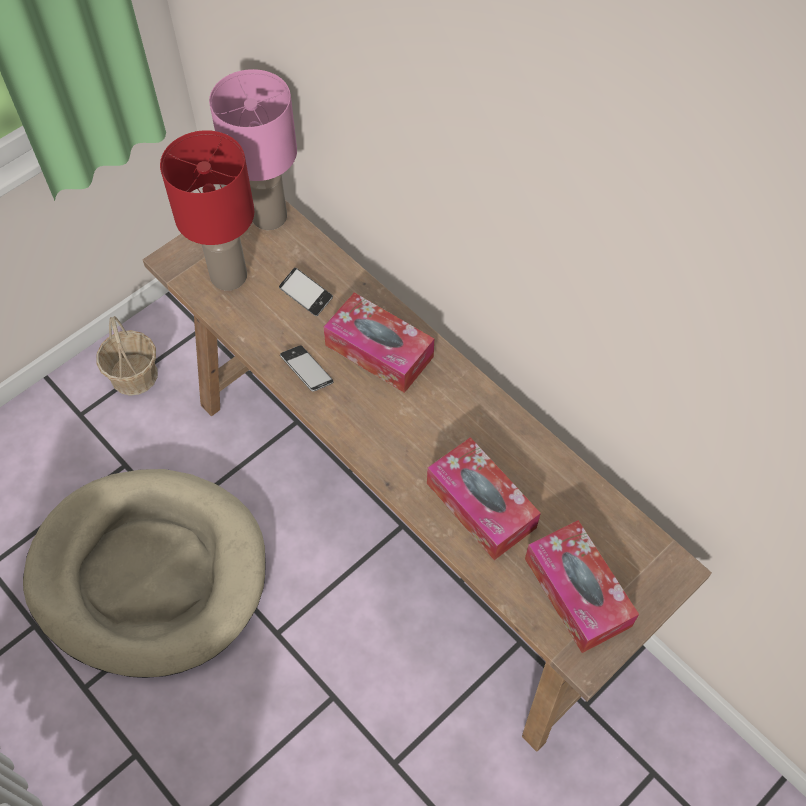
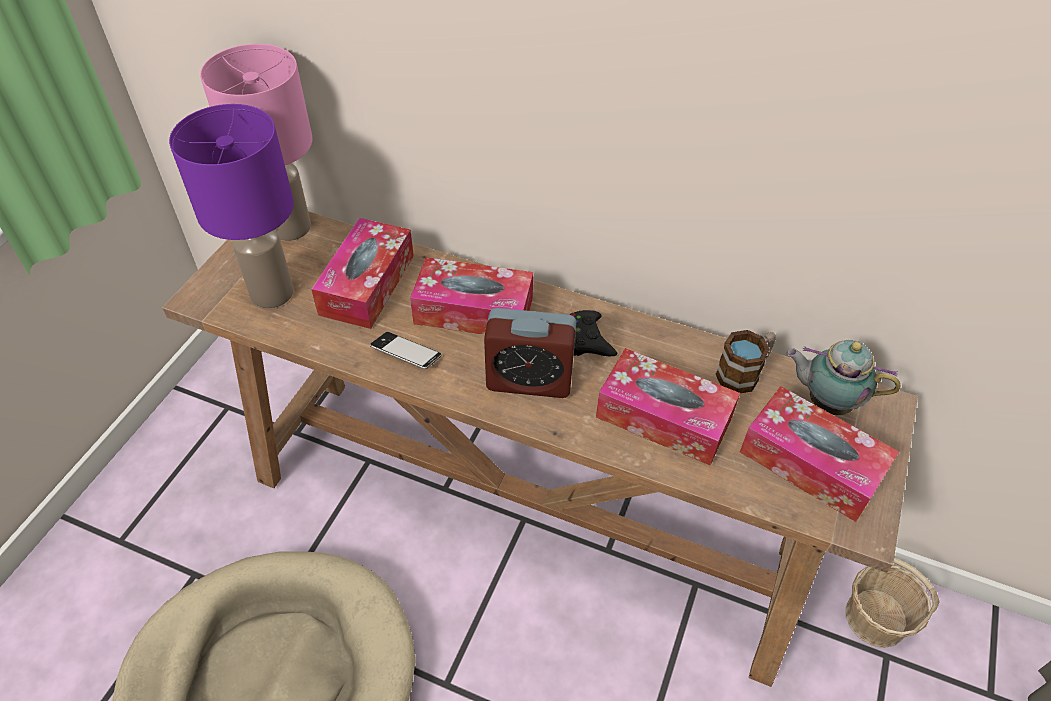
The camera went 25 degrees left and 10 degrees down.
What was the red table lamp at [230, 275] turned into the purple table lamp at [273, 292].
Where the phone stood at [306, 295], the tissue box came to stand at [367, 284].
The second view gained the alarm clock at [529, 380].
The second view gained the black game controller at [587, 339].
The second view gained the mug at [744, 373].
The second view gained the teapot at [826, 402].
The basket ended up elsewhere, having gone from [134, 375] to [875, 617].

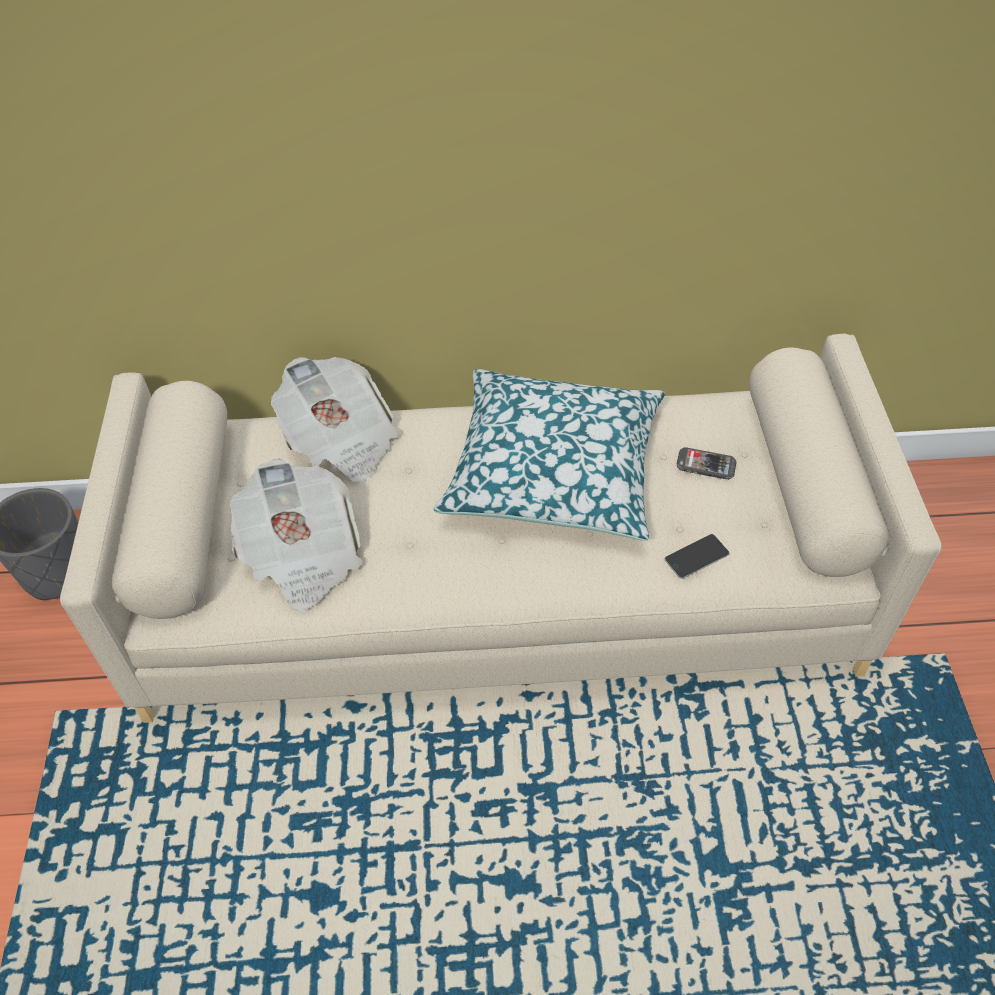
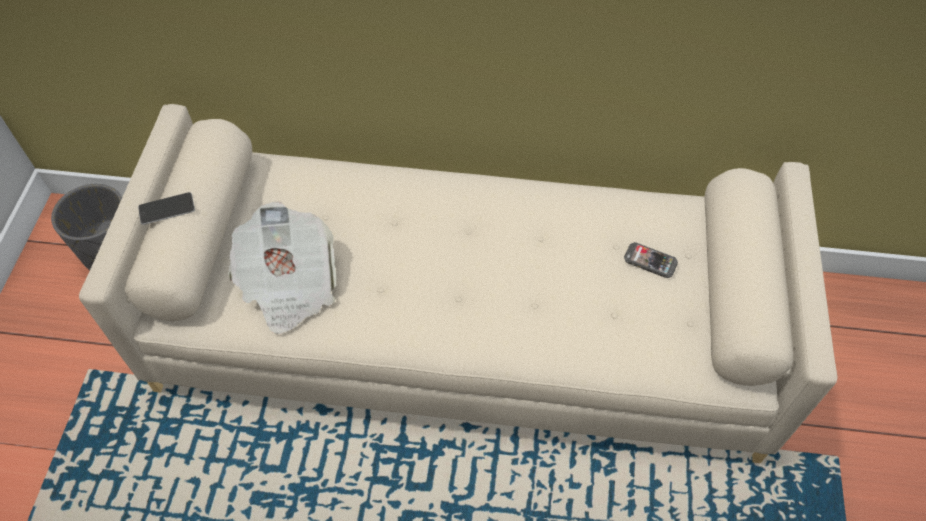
The camera went 10 degrees right and 5 degrees up.
The phone ended up elsewhere, having gone from [696, 556] to [166, 208].
The second view lost the newspaper at [340, 440].
The second view lost the pillow at [553, 469].

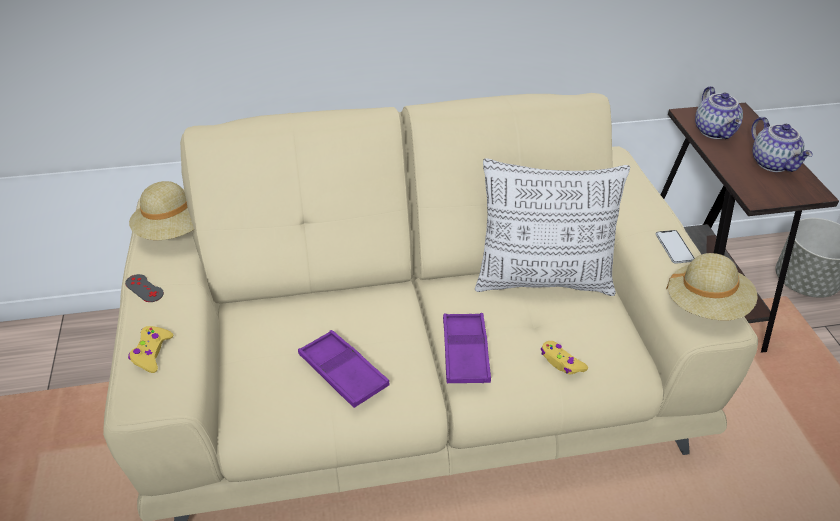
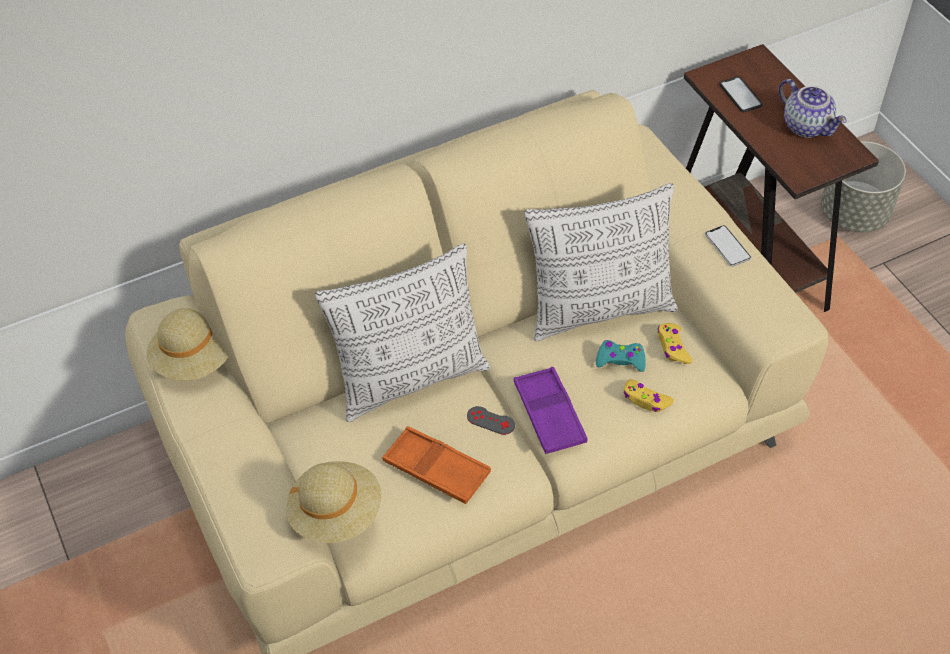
The camera went 15 degrees left and 10 degrees up.
The beige hat ended up elsewhere, having gone from [706, 306] to [336, 513].
The second view gained the pillow at [410, 379].
What was the purple tray at [343, 373] turned into the orange tray at [436, 469].
The grey game controller ended up elsewhere, having gone from [144, 288] to [490, 420].
The second view gained the turquoise game controller at [620, 360].
The yellow game controller ended up elsewhere, having gone from [151, 353] to [673, 347].
Where the teapot stood at [715, 131], the phone came to stand at [740, 95].

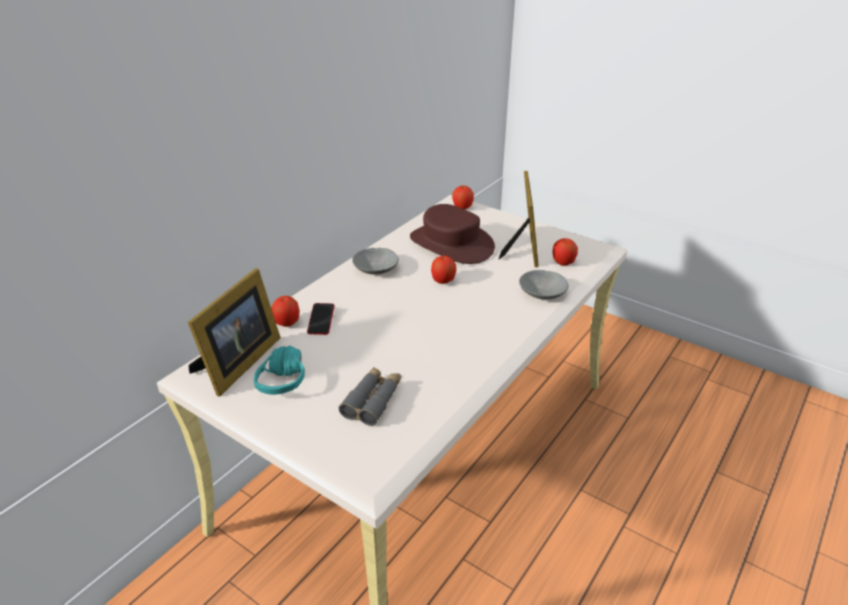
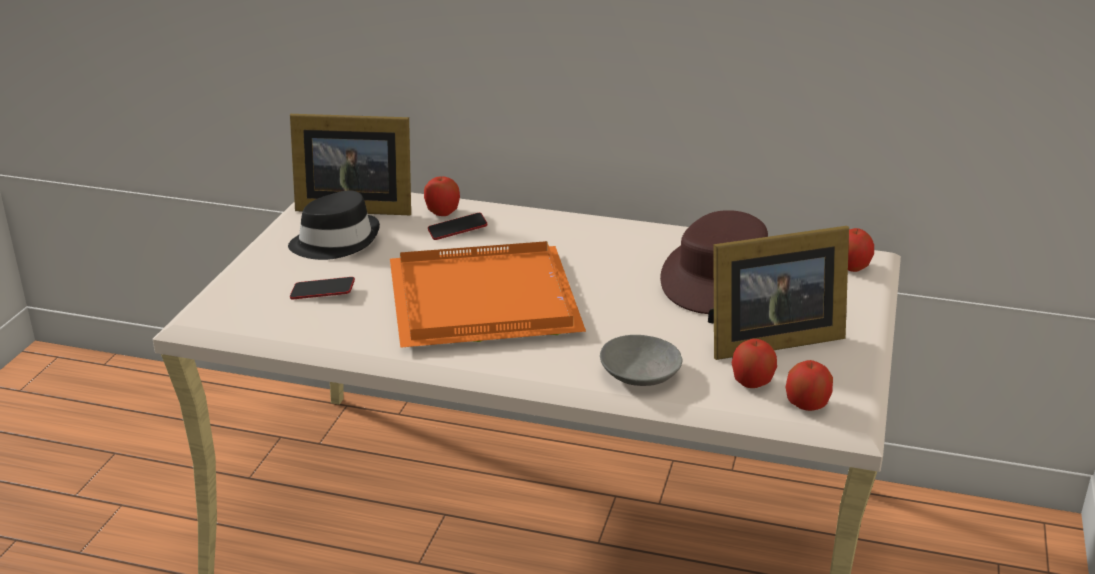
The camera went 70 degrees right and 5 degrees down.
Where the turquoise headphones stood at [292, 381], the black hat came to stand at [335, 241].
Where the grey binoculars stood at [373, 400], the phone came to stand at [322, 292].
The second view gained the orange tray at [487, 302].
The apple ended up elsewhere, having gone from [443, 281] to [806, 405].
The second view lost the grey bowl at [376, 268].

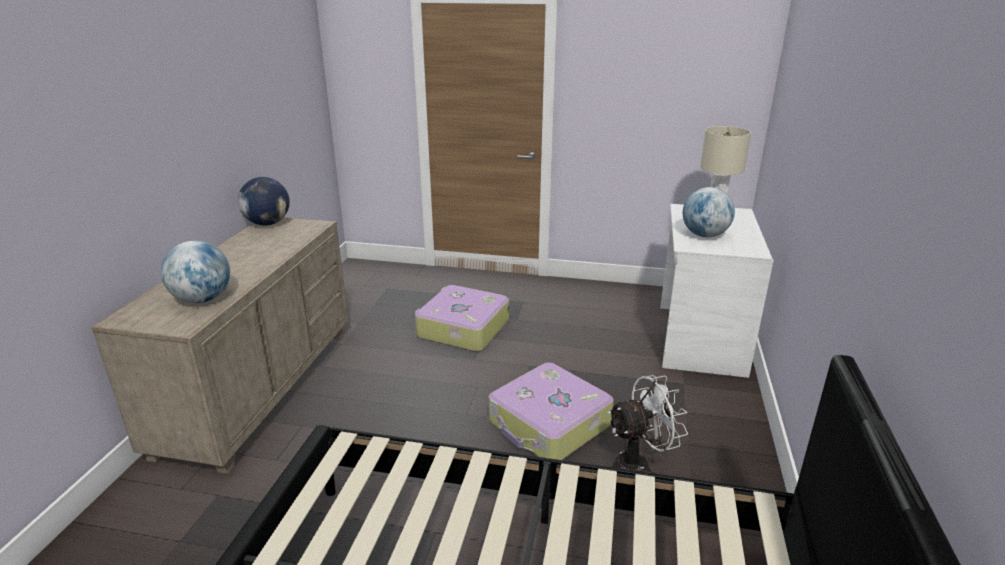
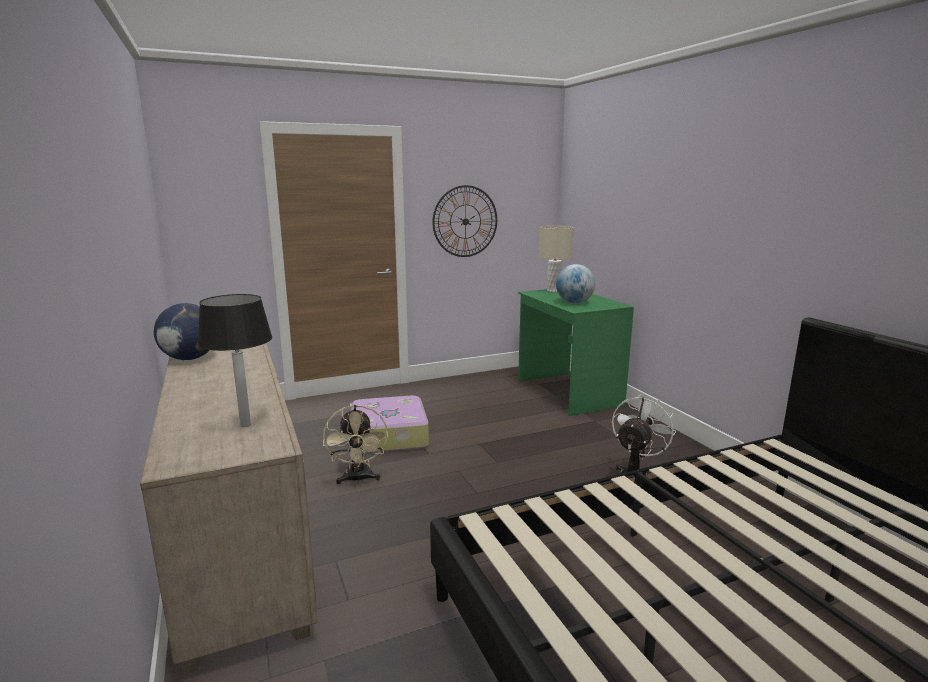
The camera went 35 degrees left and 10 degrees down.
Where the globe stood at [203, 299], the table lamp came to stand at [245, 424].
The second view gained the beige fan at [358, 479].
The second view gained the wall clock at [465, 221].
What was the white desk at [698, 339] turned into the green desk at [567, 393].
The second view lost the suitcase at [549, 424].

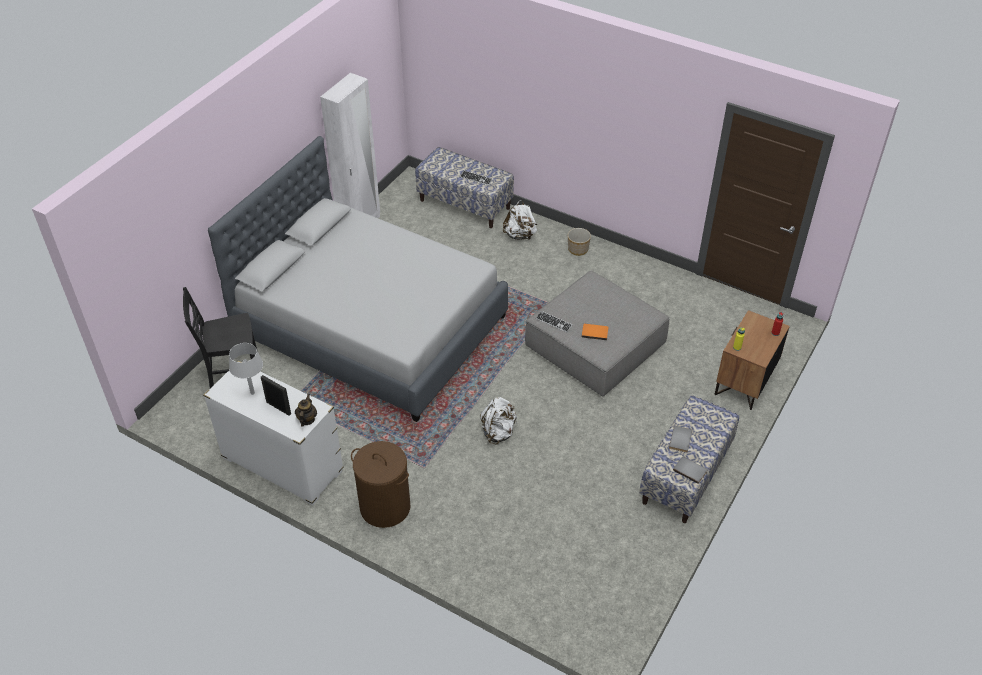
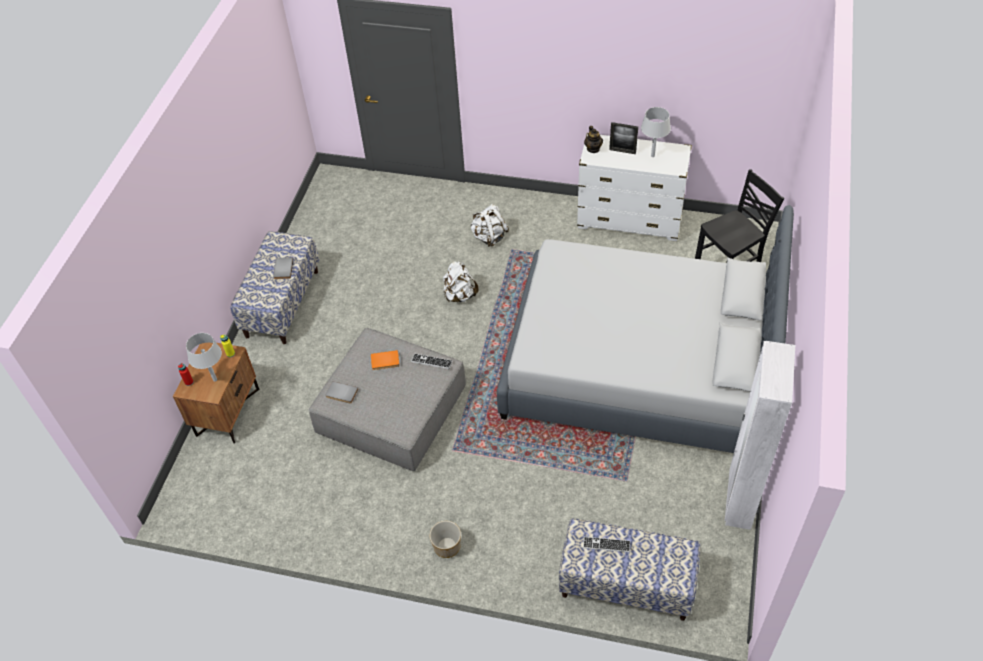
The camera went 165 degrees right and 5 degrees up.
The second view gained the grey table lamp at [215, 379].
The grey book ended up elsewhere, having gone from [690, 470] to [341, 394].
The white backpack ended up elsewhere, having gone from [520, 235] to [489, 237].
The second view lost the brown laundry basket at [385, 507].

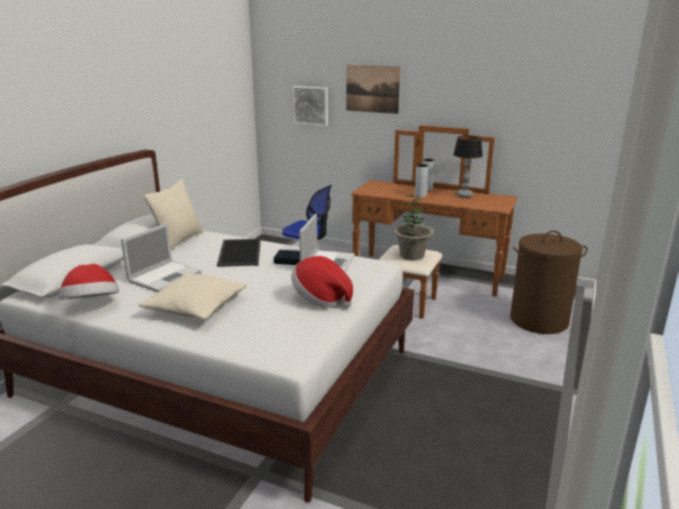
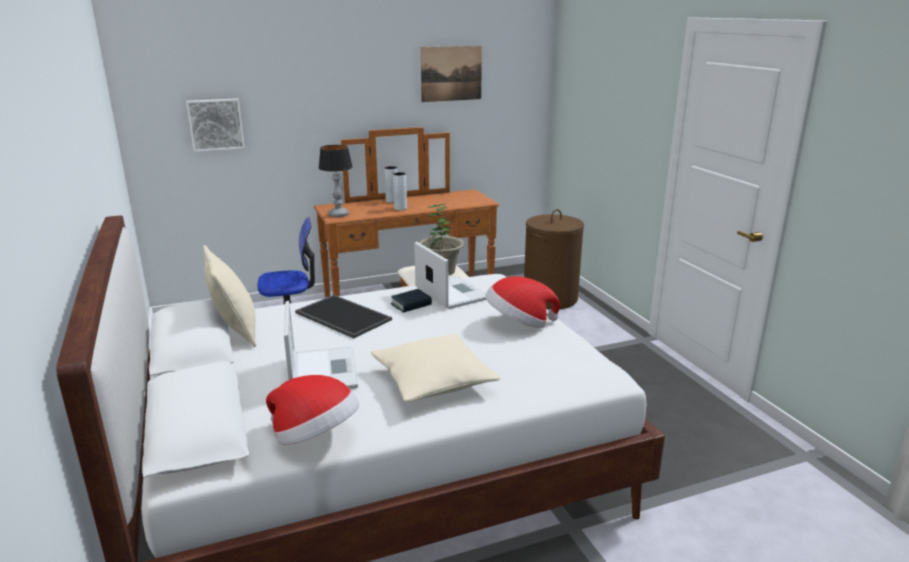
The camera went 45 degrees left and 0 degrees up.
The table lamp ended up elsewhere, having gone from [464, 195] to [338, 214].
The picture ended up elsewhere, having gone from [372, 89] to [451, 73].

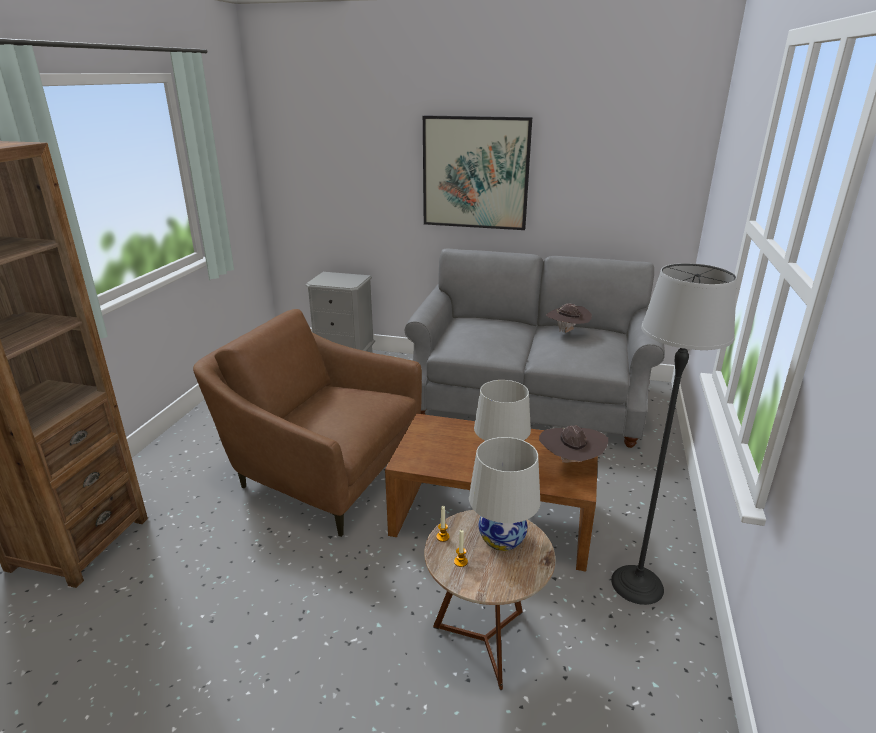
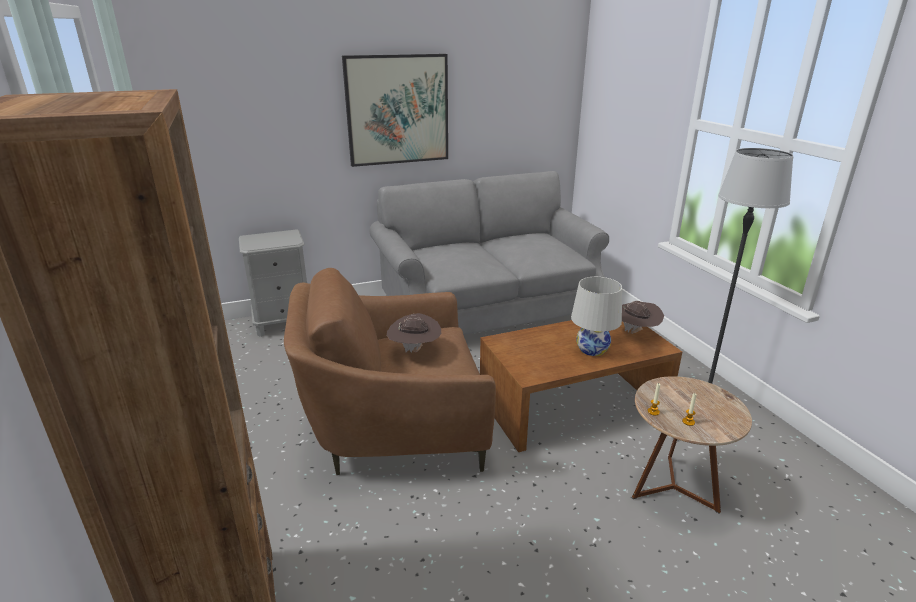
The camera went 35 degrees left and 0 degrees up.
The brown hat ended up elsewhere, having gone from [567, 332] to [415, 350].
The second view lost the white table lamp at [502, 538].

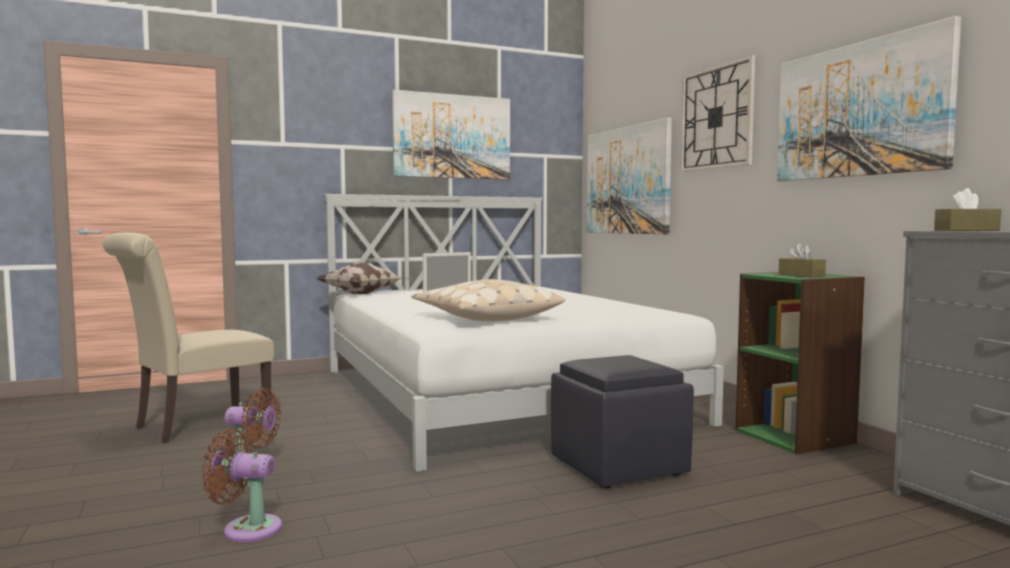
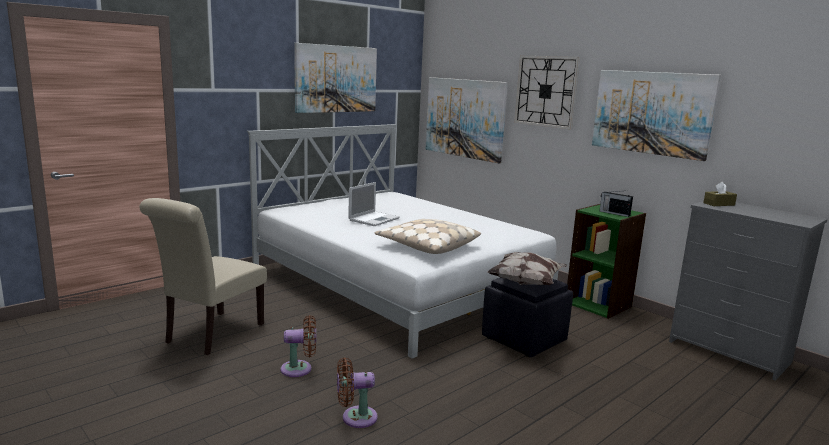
The camera went 20 degrees left and 10 degrees up.
The pillow ended up elsewhere, having gone from [363, 294] to [527, 282].
Where the brown tissue box stood at [801, 275], the radio came to stand at [614, 213].

